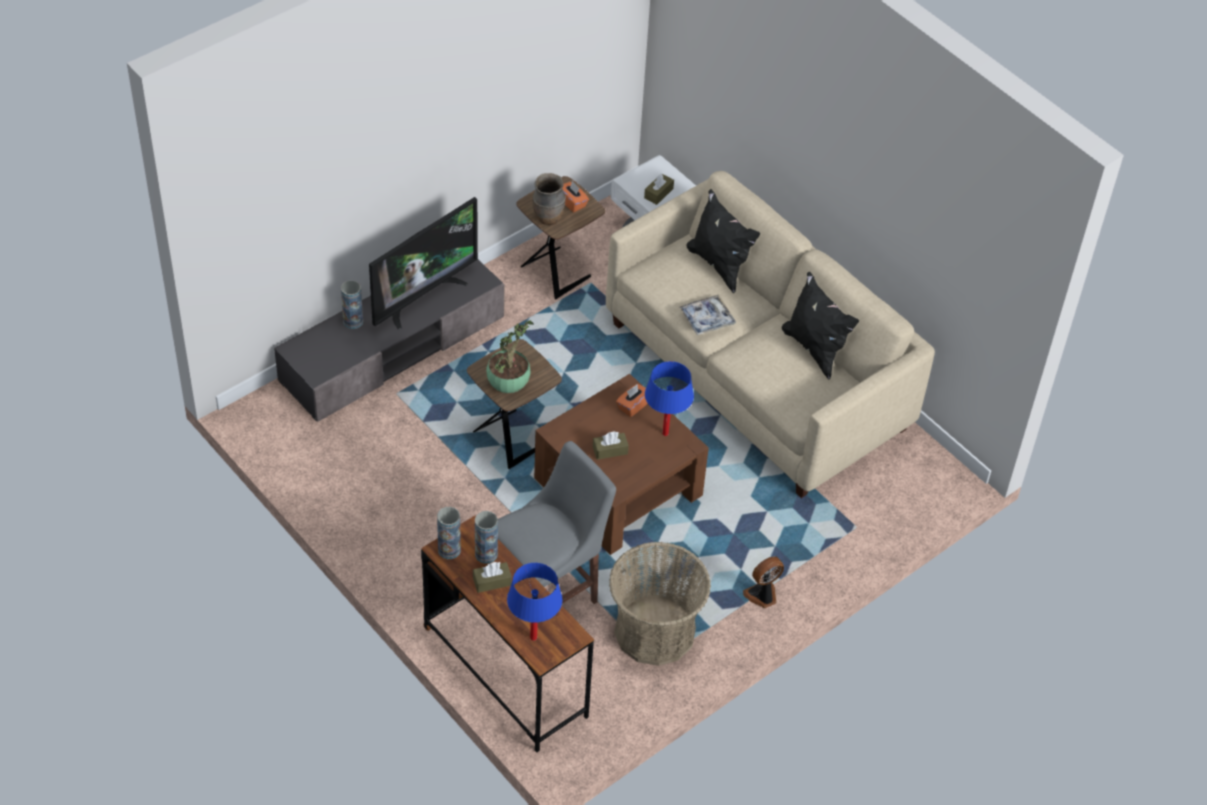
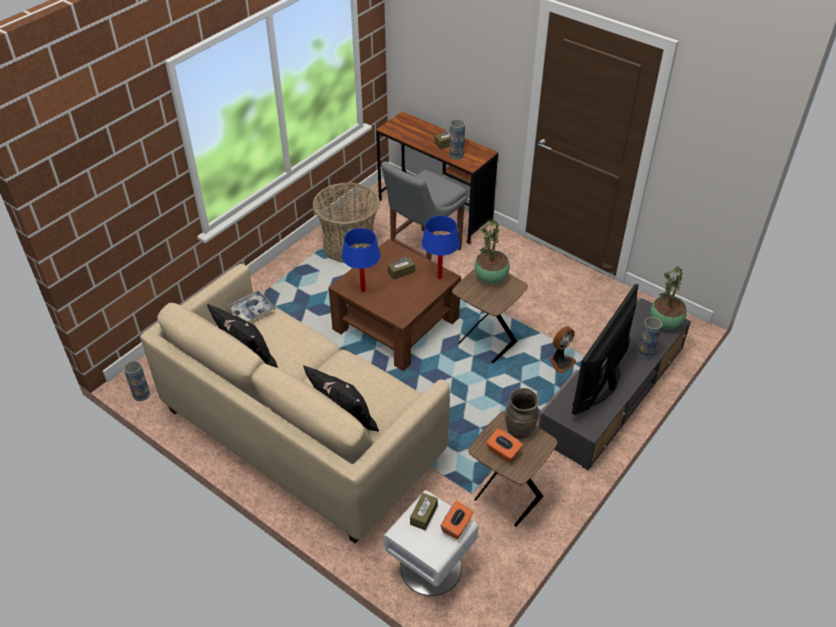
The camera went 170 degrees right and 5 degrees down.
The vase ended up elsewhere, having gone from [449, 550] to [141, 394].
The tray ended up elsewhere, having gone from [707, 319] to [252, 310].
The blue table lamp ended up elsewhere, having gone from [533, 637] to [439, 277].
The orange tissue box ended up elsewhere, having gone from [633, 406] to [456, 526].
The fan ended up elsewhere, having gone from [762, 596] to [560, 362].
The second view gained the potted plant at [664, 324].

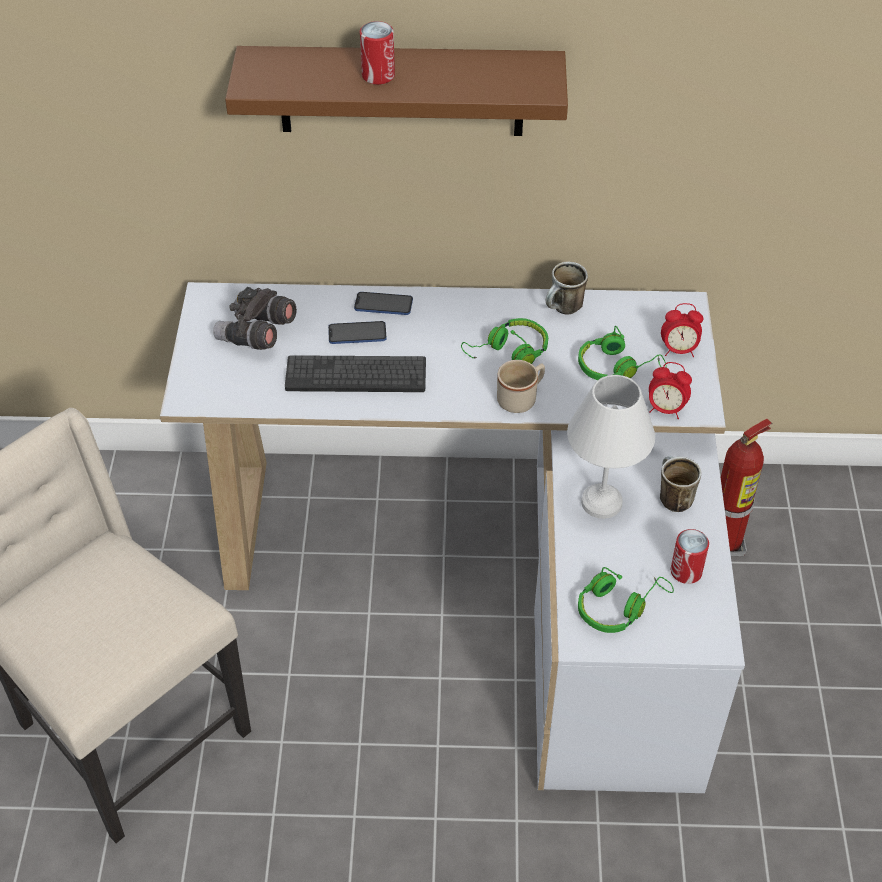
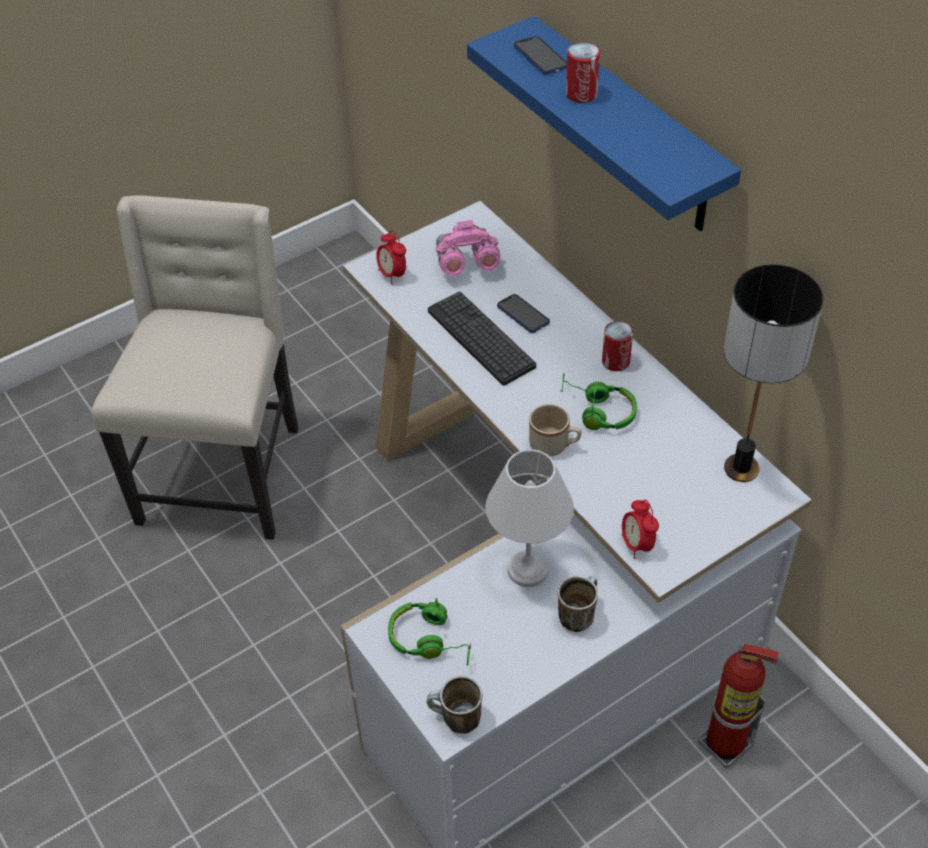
The camera went 55 degrees right and 0 degrees up.
The alarm clock ended up elsewhere, having gone from [678, 350] to [392, 274].
The mug ended up elsewhere, having gone from [563, 310] to [455, 721].
What was the grey binoculars at [256, 334] turned into the pink binoculars at [466, 264].
What was the brown shelf at [401, 91] turned into the blue shelf at [627, 128].
The phone ended up elsewhere, having gone from [383, 305] to [540, 57].
The can ended up elsewhere, having gone from [686, 571] to [615, 361].
The second view gained the table lamp at [740, 468].
The second view lost the green headphones at [617, 367].

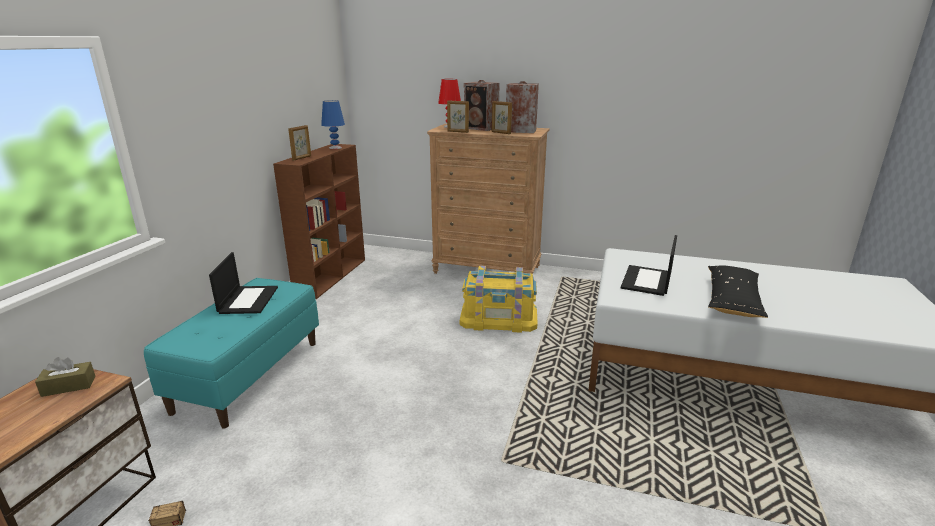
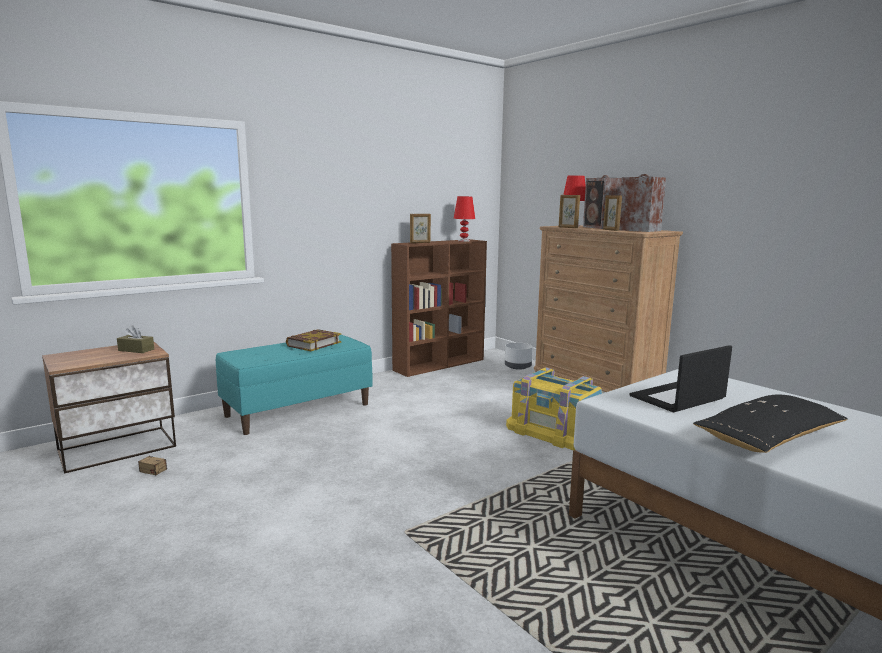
The camera went 35 degrees right and 10 degrees down.
Where the laptop stood at [248, 300], the book came to stand at [313, 344].
What was the blue table lamp at [335, 148] turned into the red table lamp at [464, 241].
The second view gained the white planter at [517, 367].

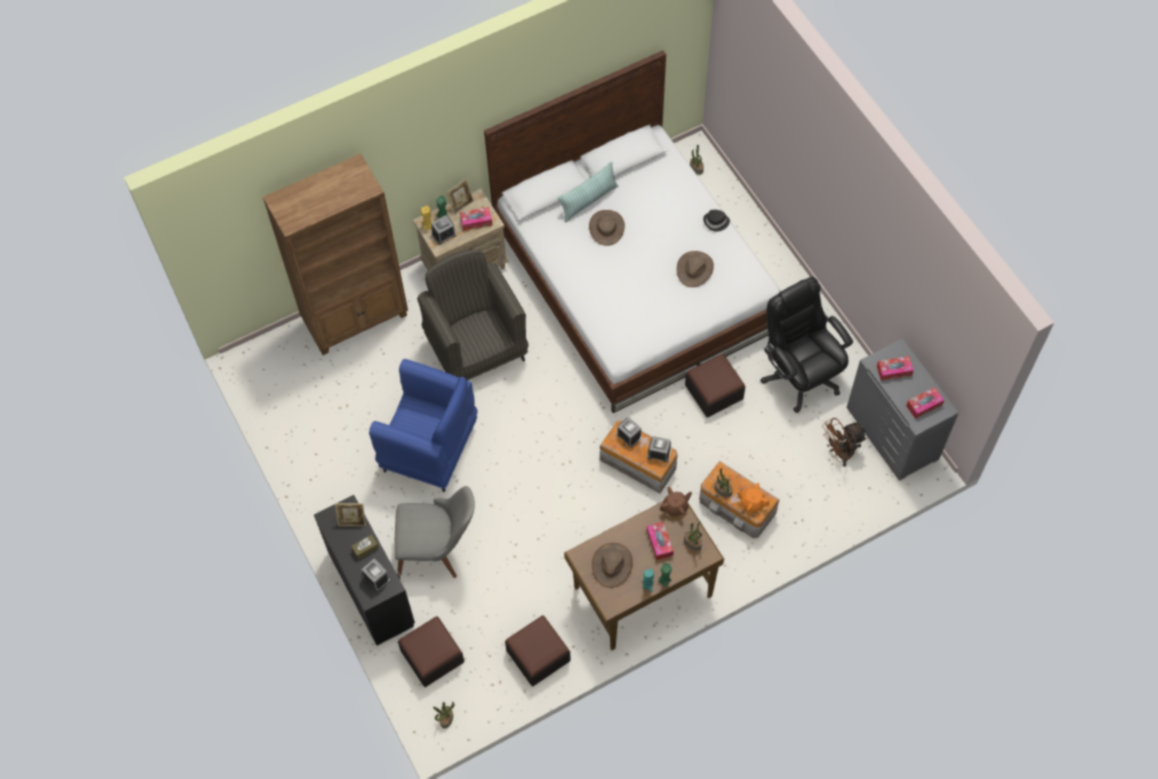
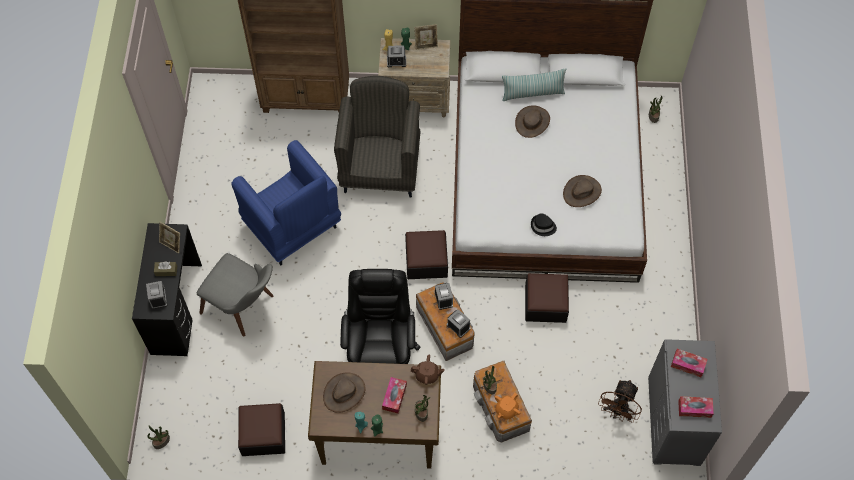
The camera went 30 degrees right and 0 degrees up.
The black office chair ended up elsewhere, having gone from [800, 375] to [380, 352].
The ottoman ended up elsewhere, having gone from [432, 656] to [426, 260].
The orange teapot at [751, 503] ended up facing another way, 105 degrees counterclockwise from before.
The black hat ended up elsewhere, having gone from [716, 222] to [543, 226].
The brown fan at [840, 453] ended up facing another way, 75 degrees counterclockwise from before.
The second view lost the tissue box at [476, 221].

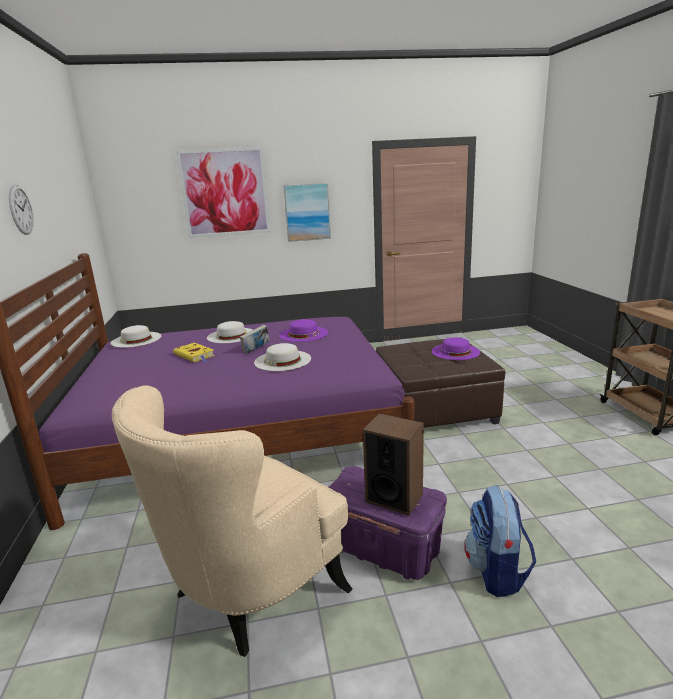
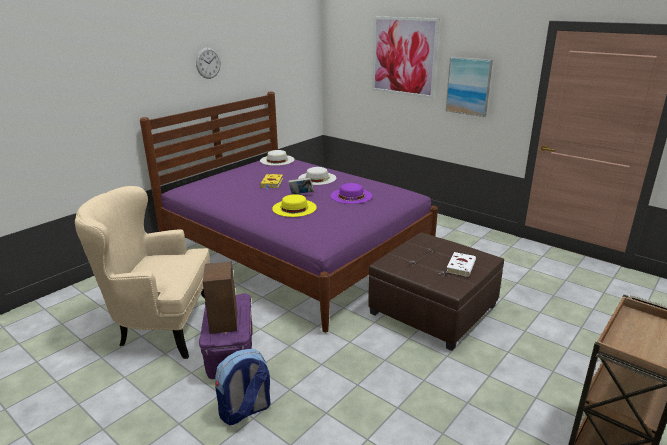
The camera went 50 degrees right and 5 degrees up.
What was the white hat at [282, 360] turned into the yellow hat at [294, 208].
Where the purple hat stood at [455, 351], the white book came to stand at [461, 266].

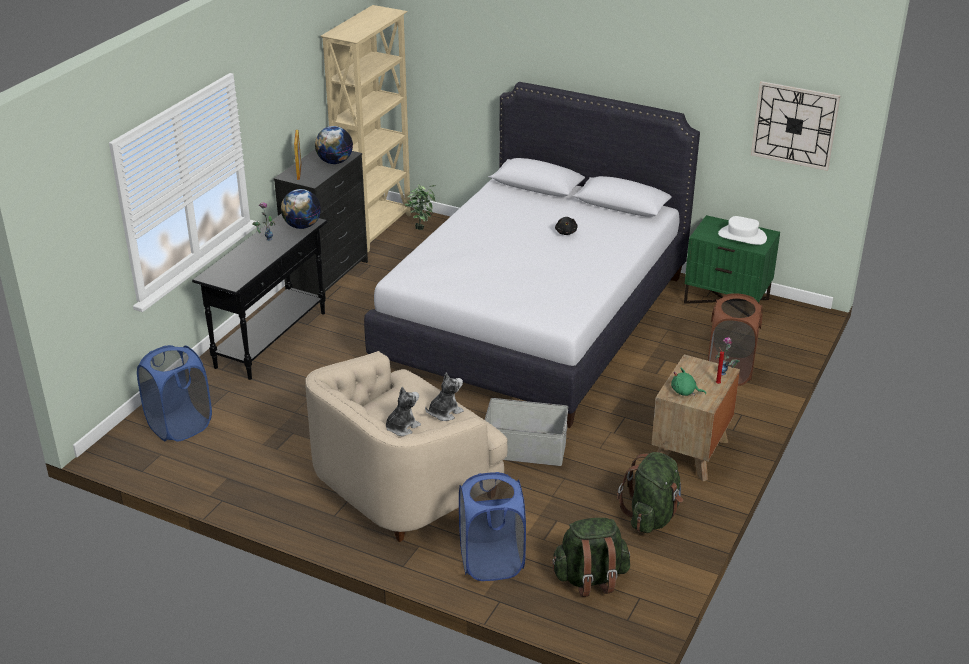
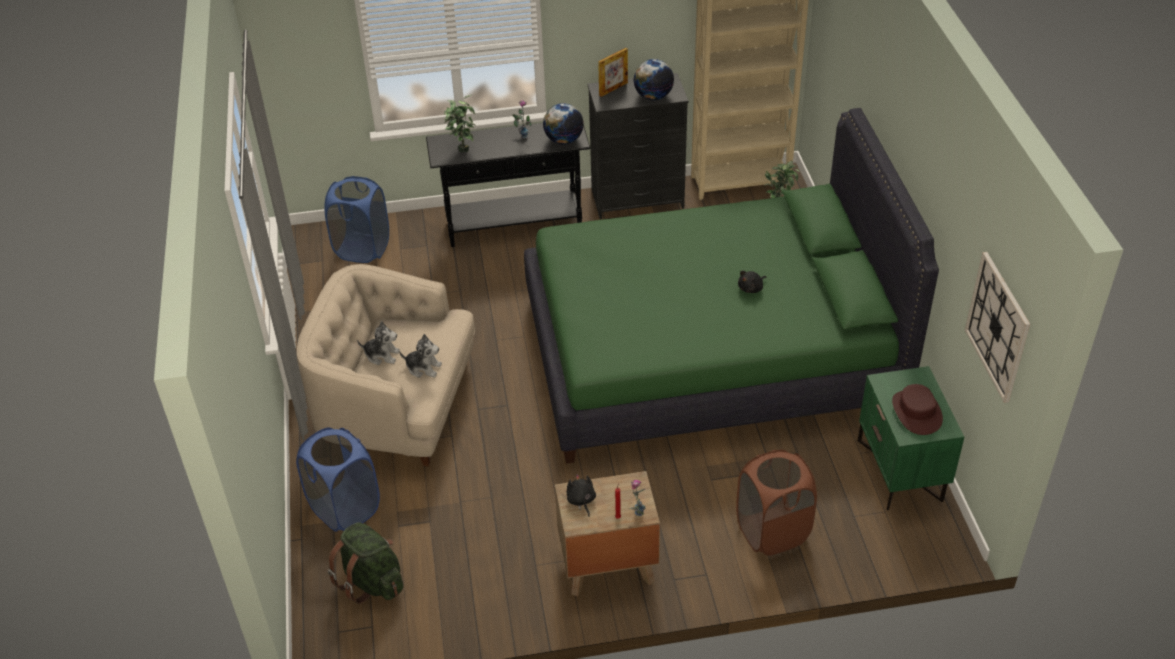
The camera went 55 degrees right and 10 degrees up.
The second view gained the potted plant at [462, 147].
What was the white bed at [533, 320] turned into the green bed at [709, 354].
What was the green plush toy at [685, 392] turned into the black plush toy at [581, 501].
What was the white hat at [742, 236] turned into the brown hat at [916, 412].
The second view lost the grey storage box at [525, 451].
The second view lost the green backpack at [652, 516].

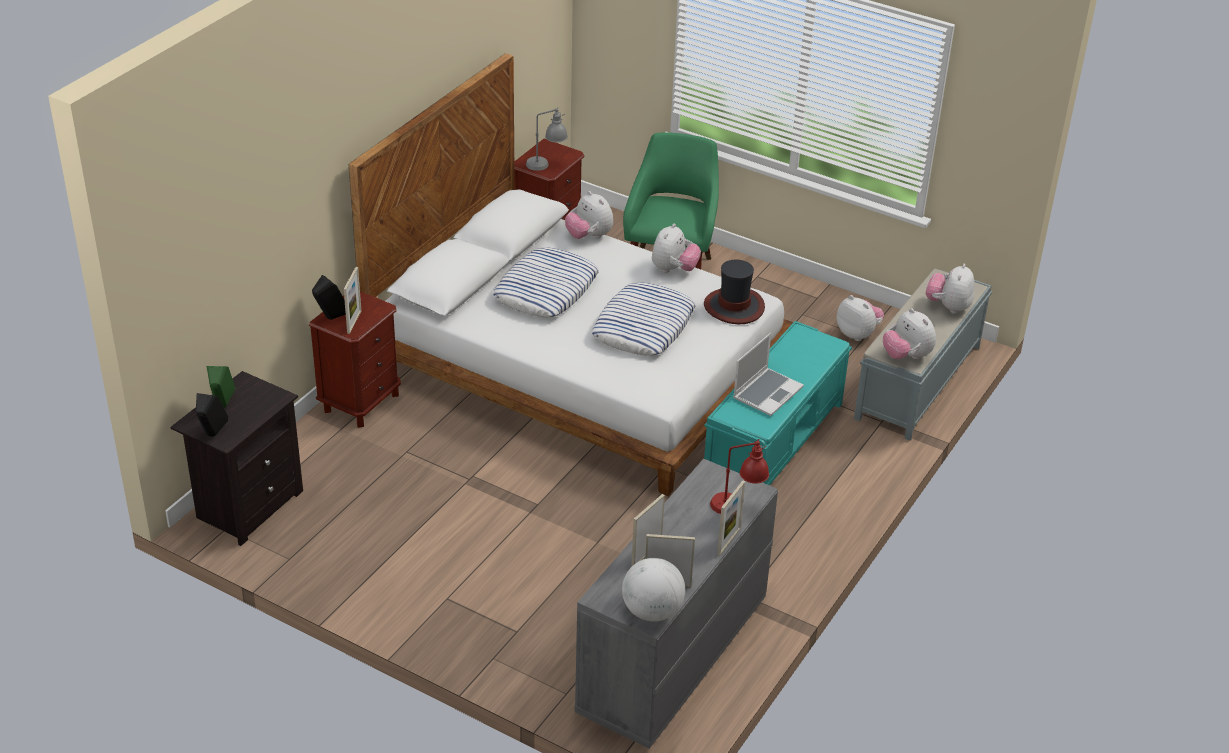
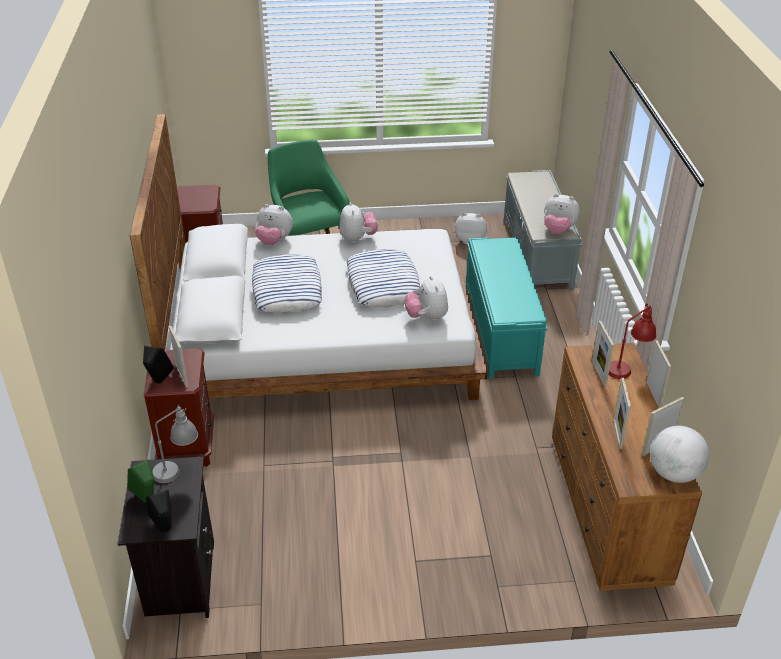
The camera went 35 degrees left and 0 degrees up.
The grey table lamp ended up elsewhere, having gone from [547, 166] to [178, 469].
The plush toy ended up elsewhere, having gone from [948, 307] to [426, 317].
What was the grey dresser at [672, 657] turned into the brown dresser at [608, 510].
The second view gained the picture frame at [598, 373].
The second view lost the hat at [734, 307].
The second view lost the laptop at [767, 392].

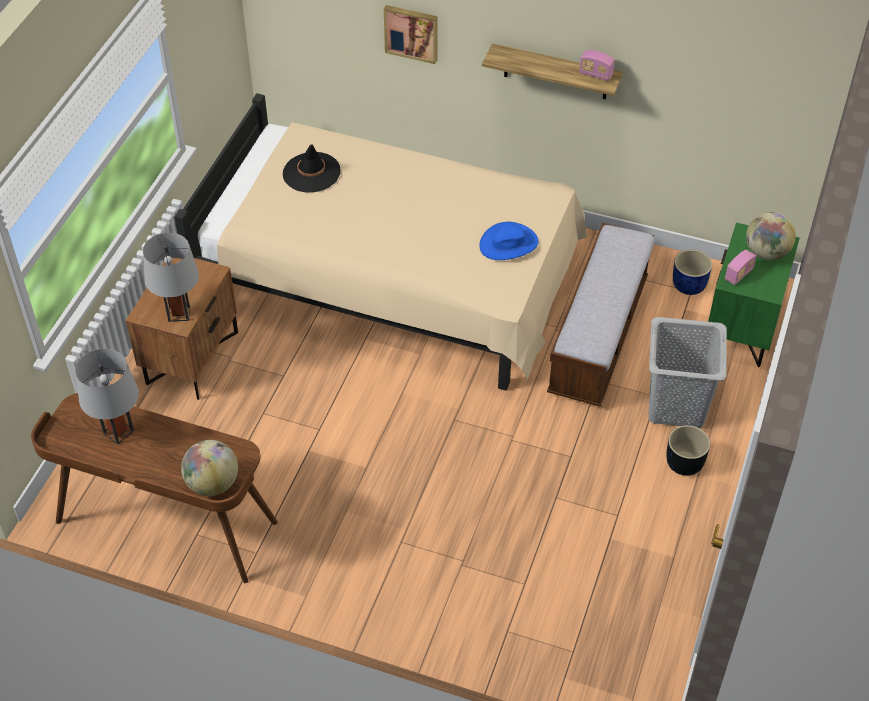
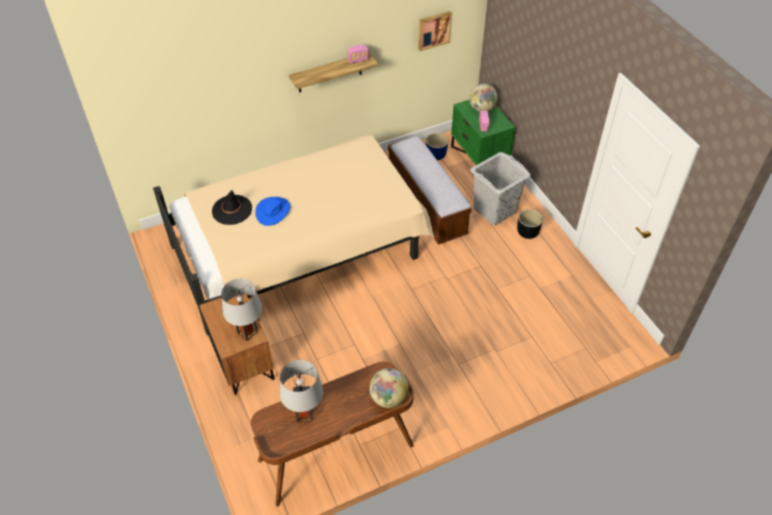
The camera went 45 degrees left and 0 degrees up.
The blue hat ended up elsewhere, having gone from [508, 244] to [273, 211].
The picture ended up elsewhere, having gone from [411, 32] to [434, 30].

